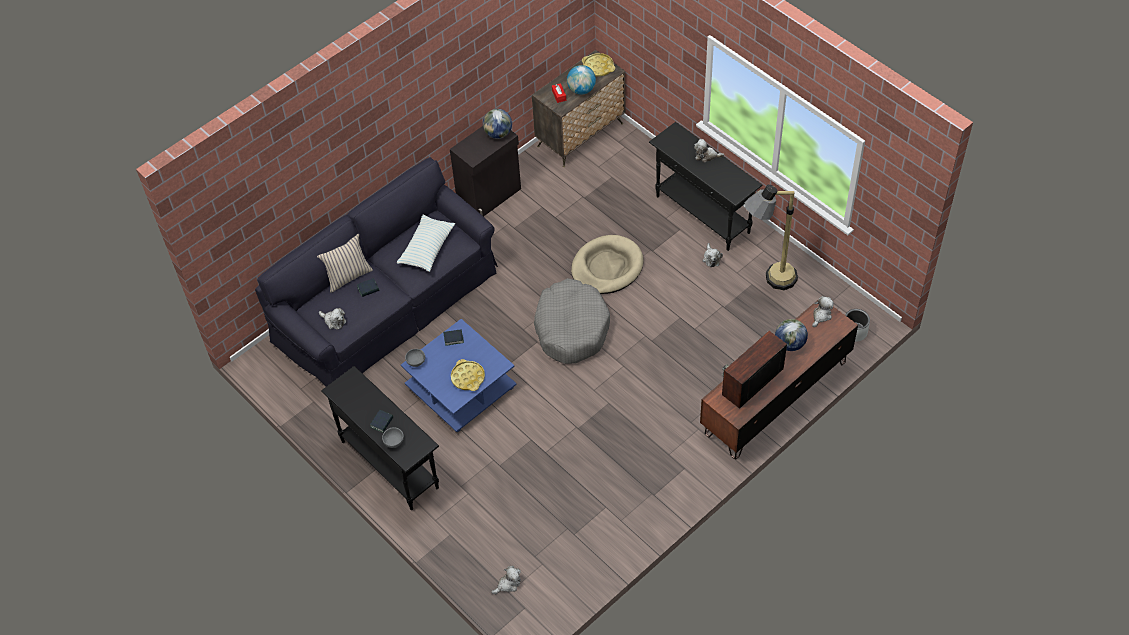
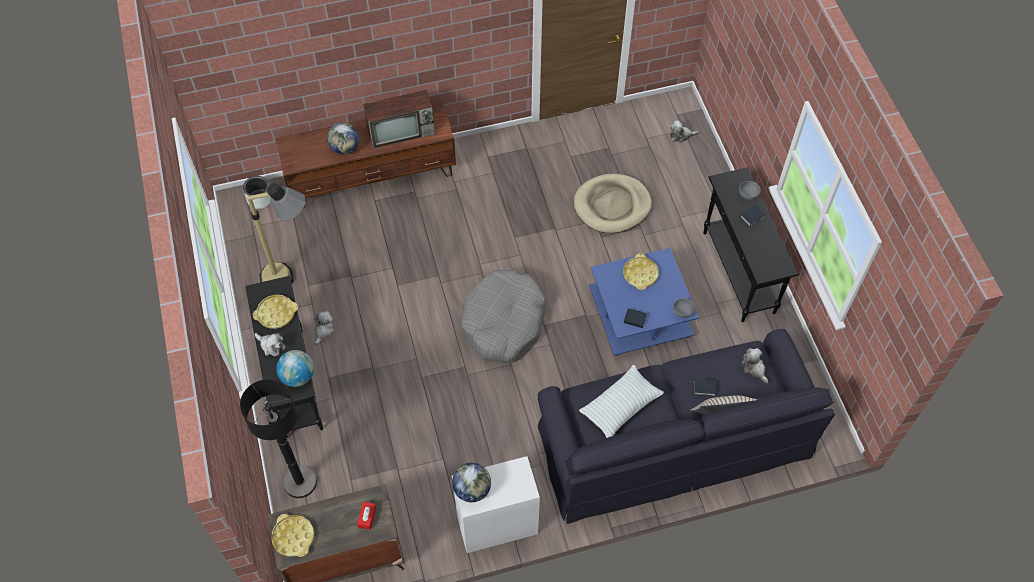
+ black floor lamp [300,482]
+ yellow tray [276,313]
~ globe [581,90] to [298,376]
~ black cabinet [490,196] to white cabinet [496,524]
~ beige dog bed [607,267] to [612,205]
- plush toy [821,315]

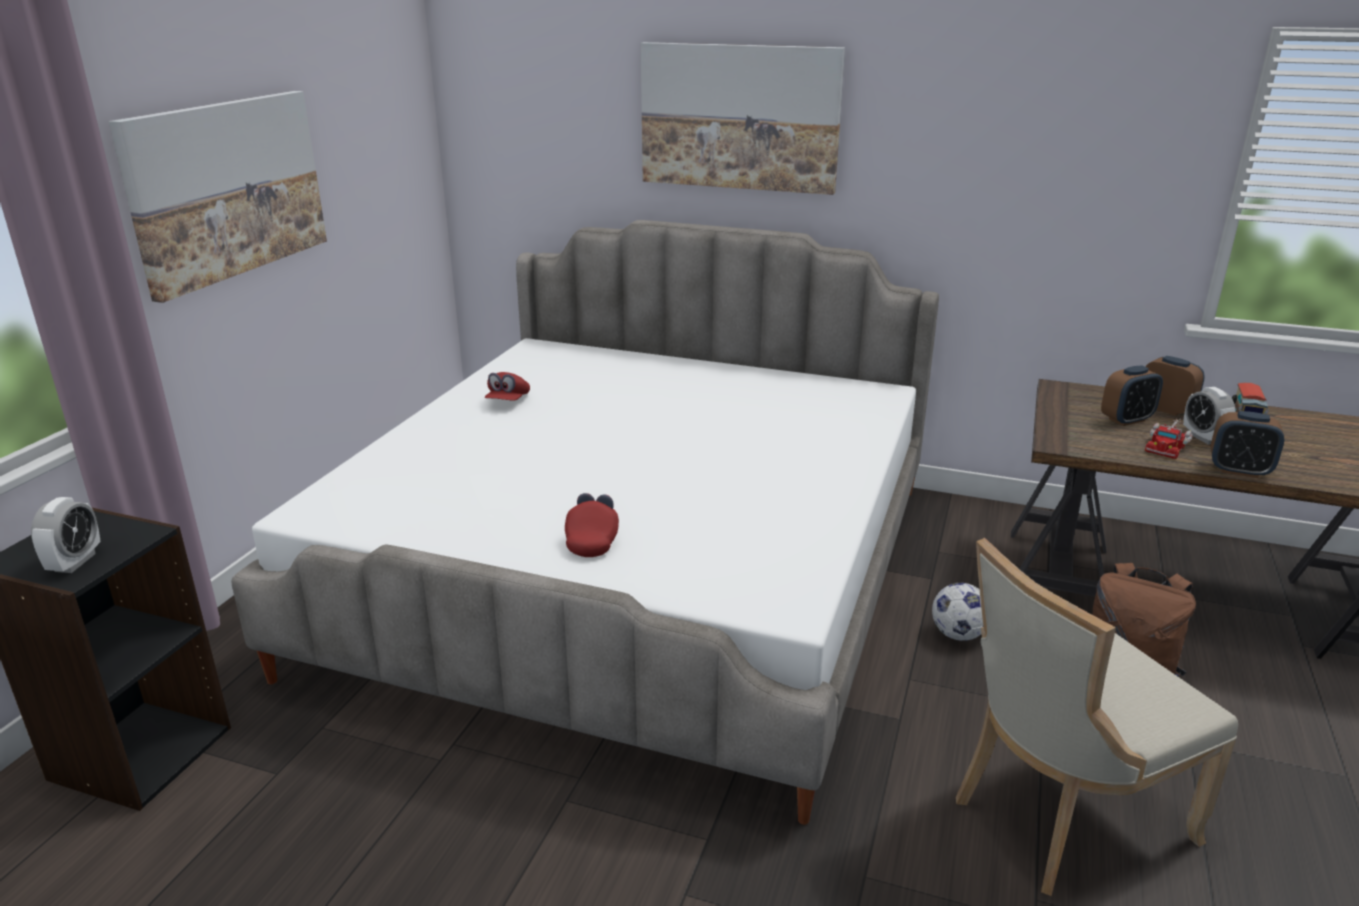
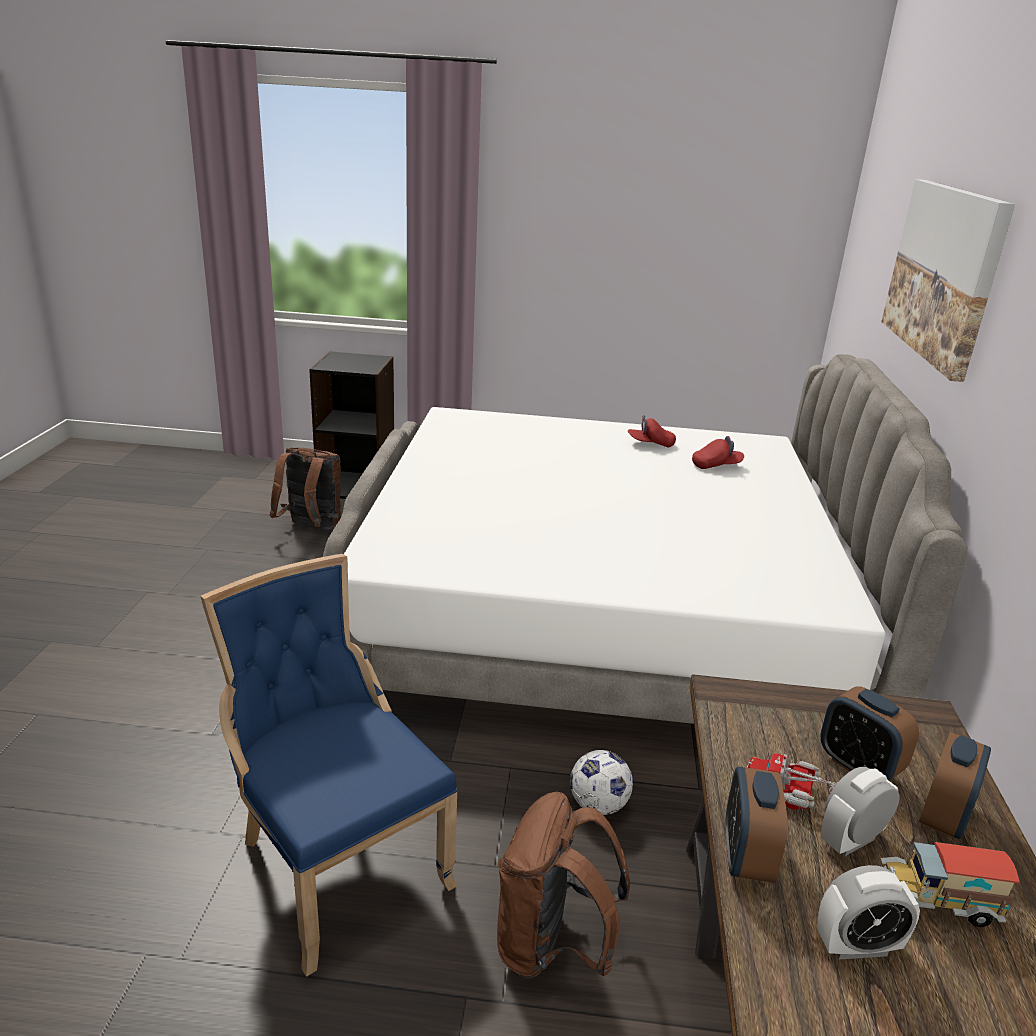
~ beige chair [1061,817] to blue chair [336,862]
+ brown backpack [311,529]
~ red cap [593,540] to [716,466]
~ alarm clock [75,562] to [857,946]
- picture [227,189]

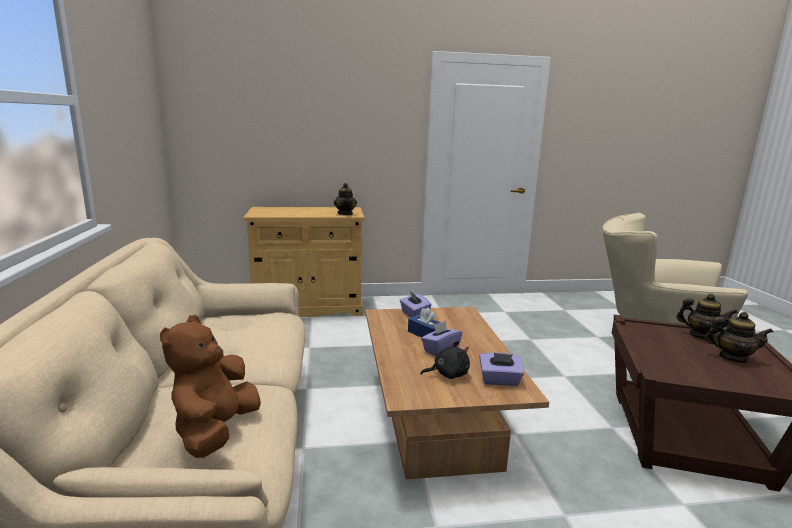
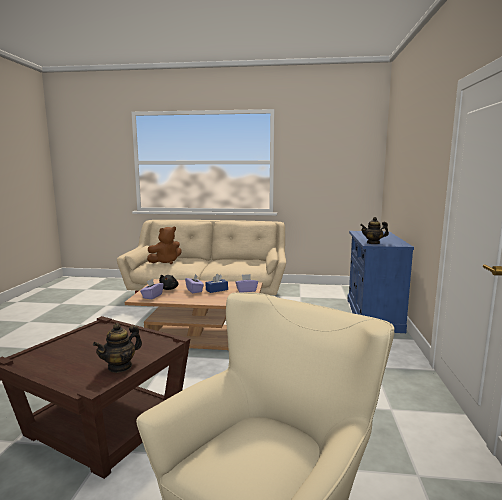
~ brown plush toy [215,431] = [166,262] 120 degrees clockwise
~ beige cabinet [308,307] to blue cabinet [373,315]
- teapot [732,358]

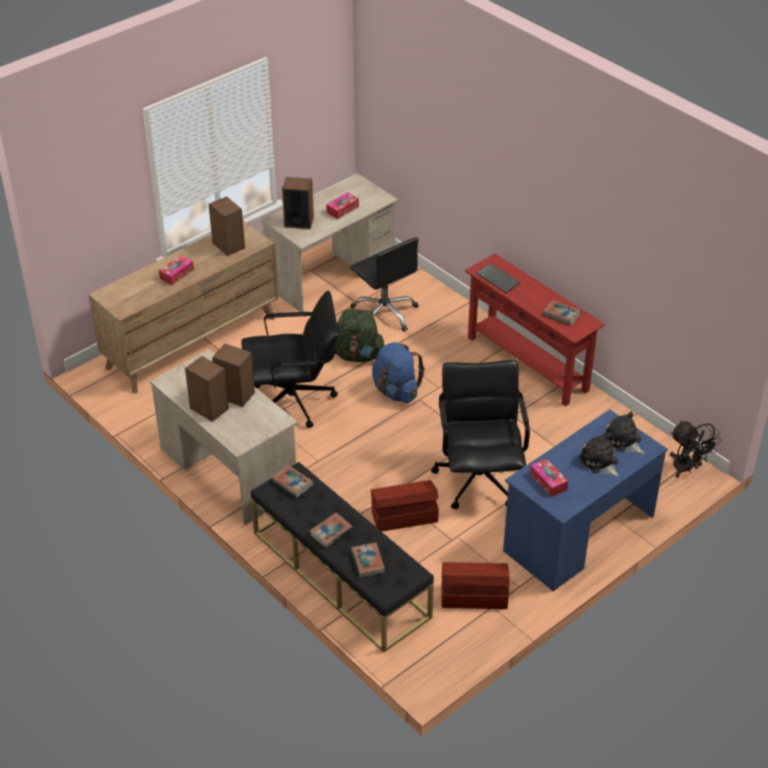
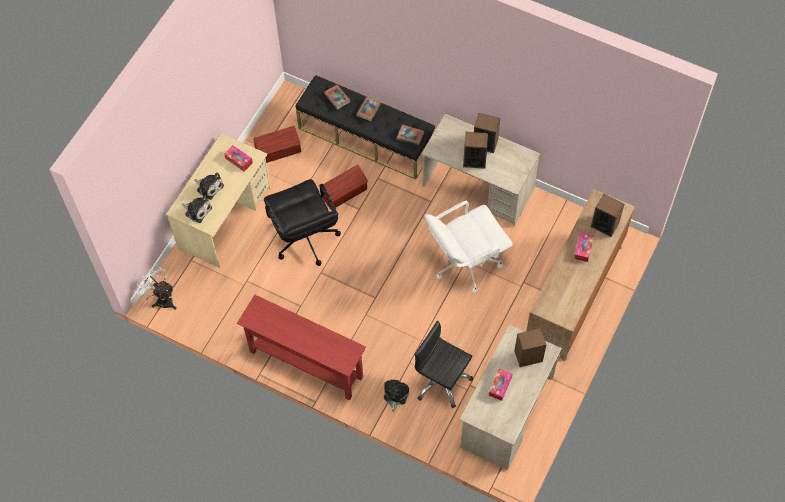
~ black fan [687,469] to white fan [161,299]
~ blue desk [578,534] to beige desk [225,218]
+ plush toy [395,395]
~ black office chair [294,401] to white office chair [465,263]
~ speaker [228,245] to [604,225]
- green backpack [357,355]
- blue backpack [396,391]
- keyboard [499,279]
- book [561,314]

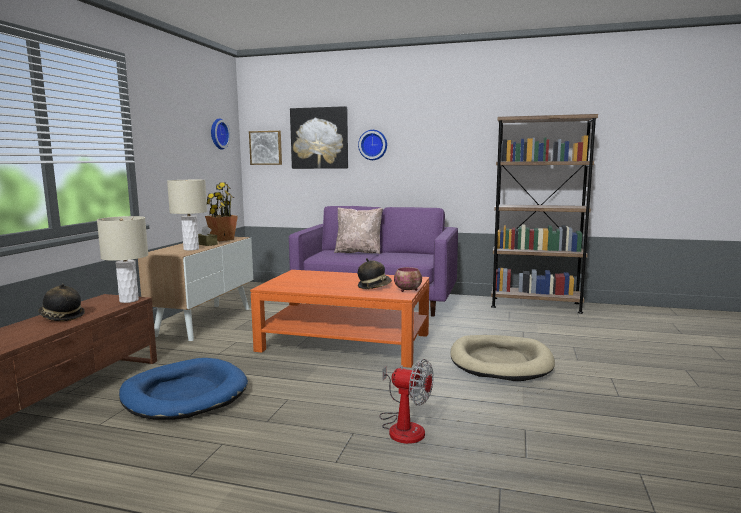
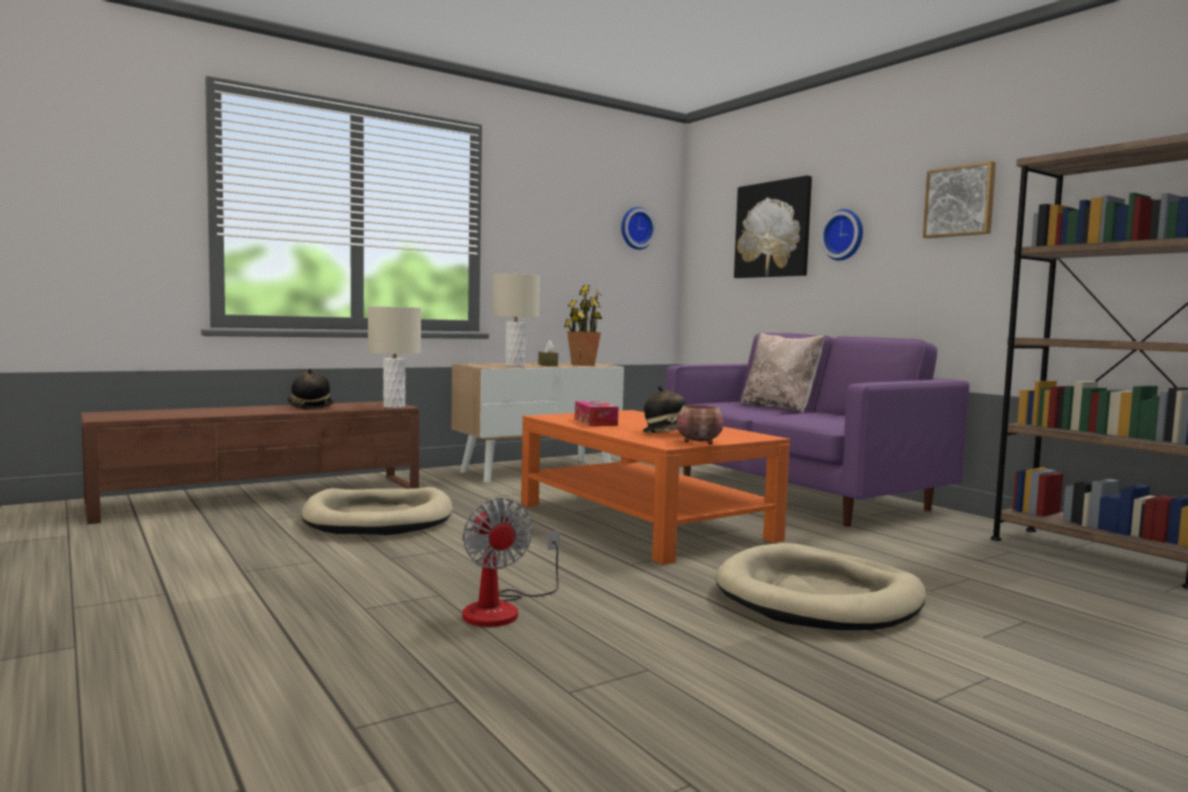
~ blue dog bed [184,394] to beige dog bed [379,518]
+ tissue box [595,422]
~ picture [266,148] to [960,201]

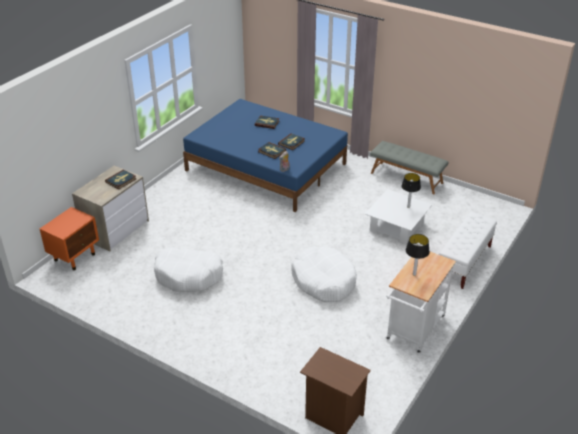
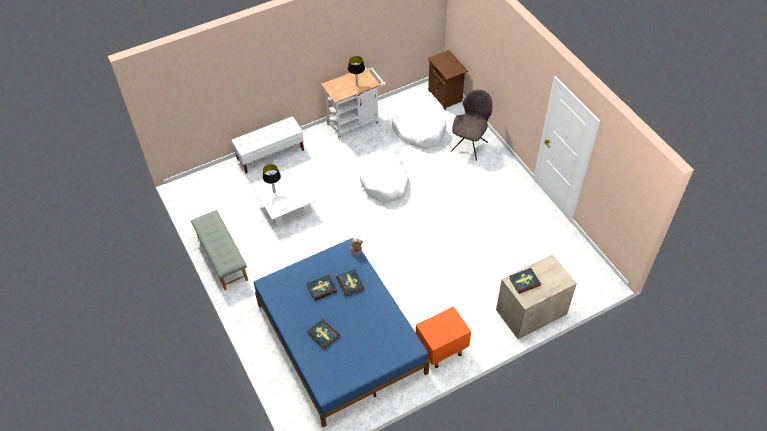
~ white dog bed [189,275] to [419,131]
~ orange nightstand [75,257] to [441,350]
+ grey chair [470,145]

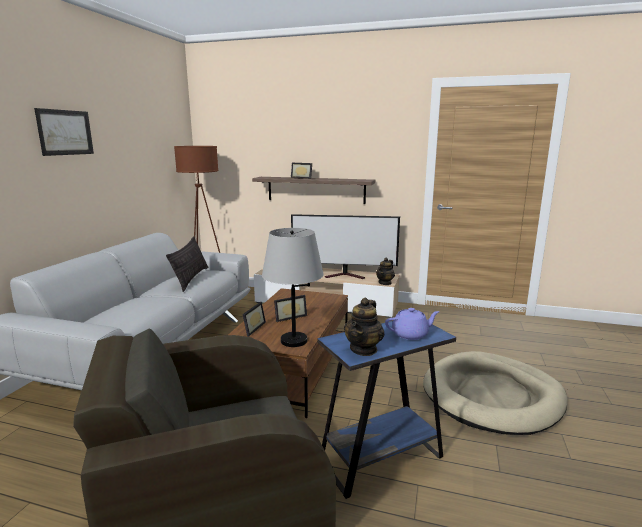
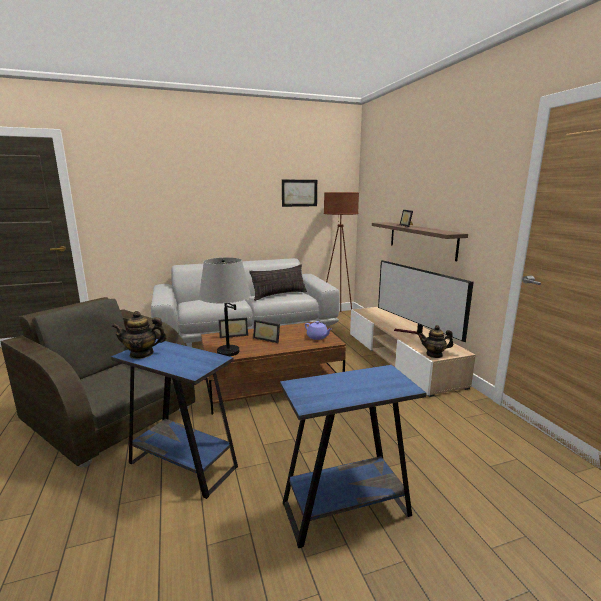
~ beige dog bed [492,396] to blue side table [346,509]
~ picture [65,132] to [299,193]
~ purple teapot [411,334] to [317,337]

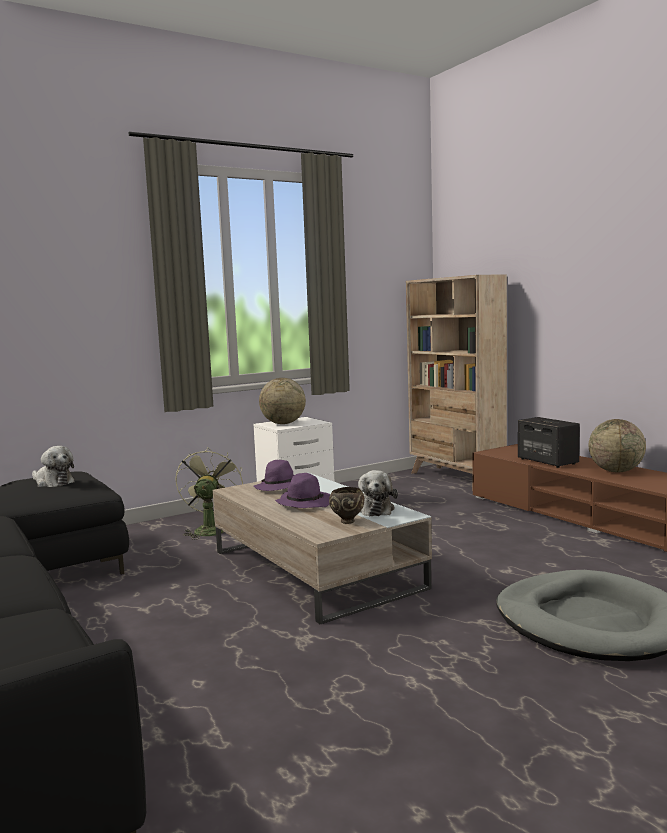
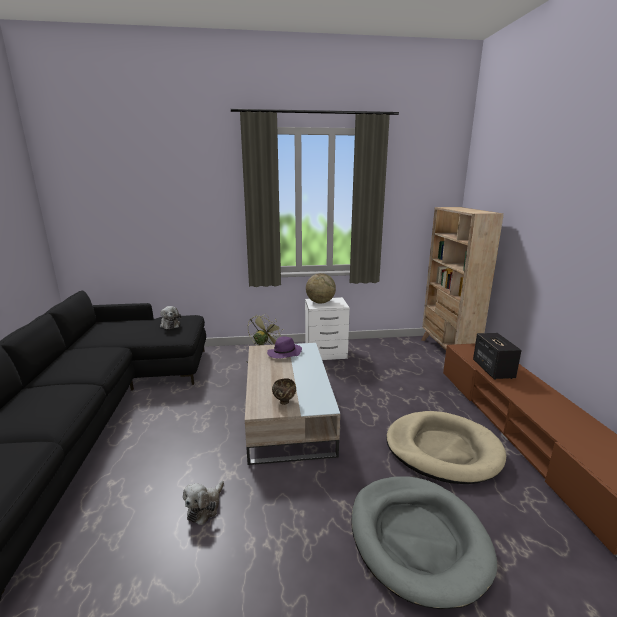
~ plush toy [375,509] to [205,507]
+ beige dog bed [442,449]
- purple hat [304,503]
- globe [616,471]

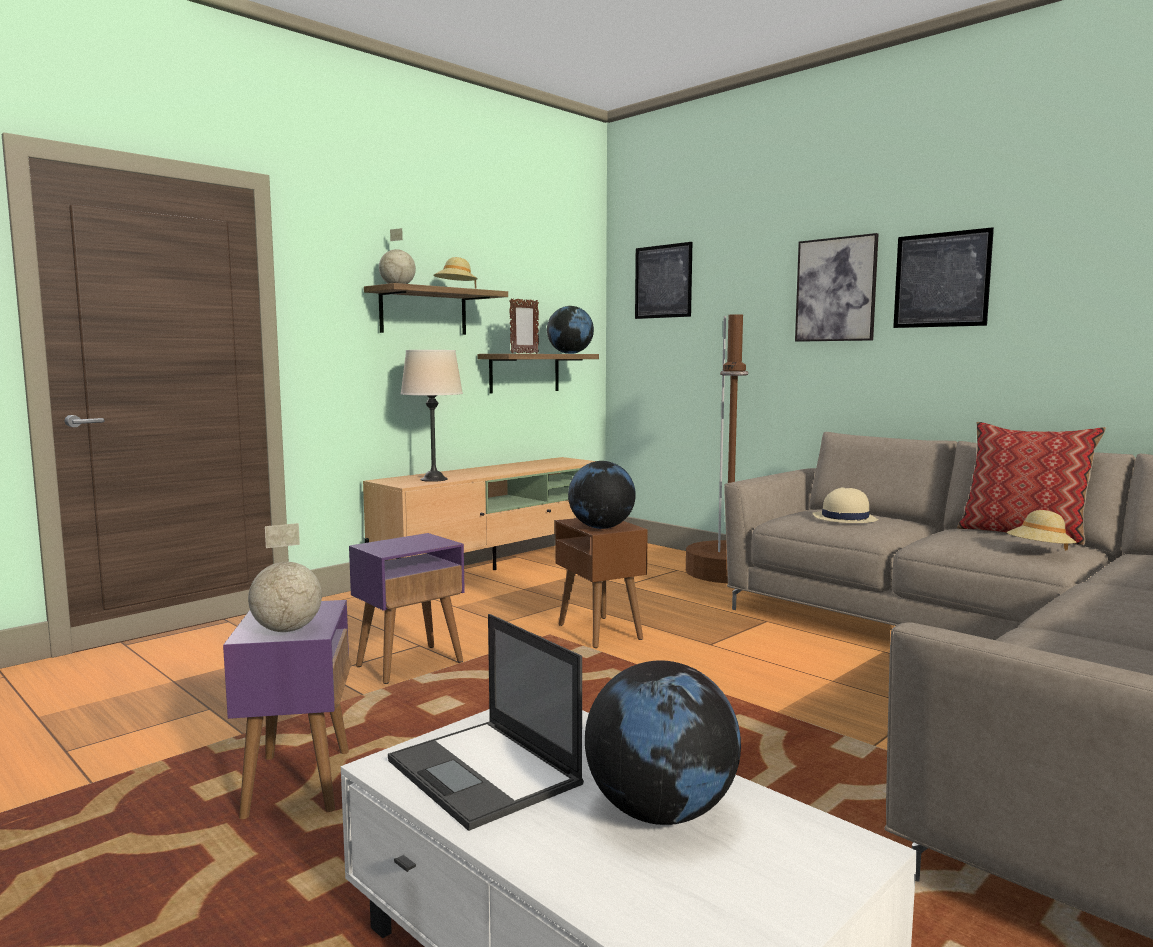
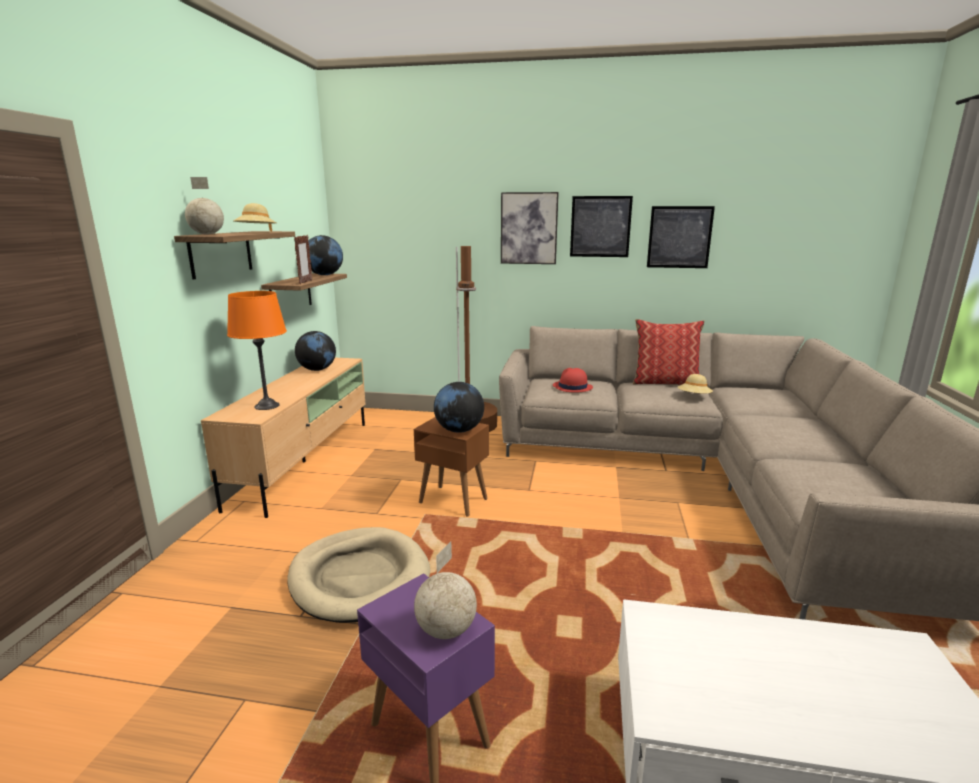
~ beige table lamp [433,479] to orange table lamp [266,406]
~ purple side table [411,663] to beige dog bed [359,578]
~ globe [661,812] to [317,369]
~ beige hat [844,518] to red hat [572,387]
~ picture [663,281] to [679,237]
- laptop [485,773]

